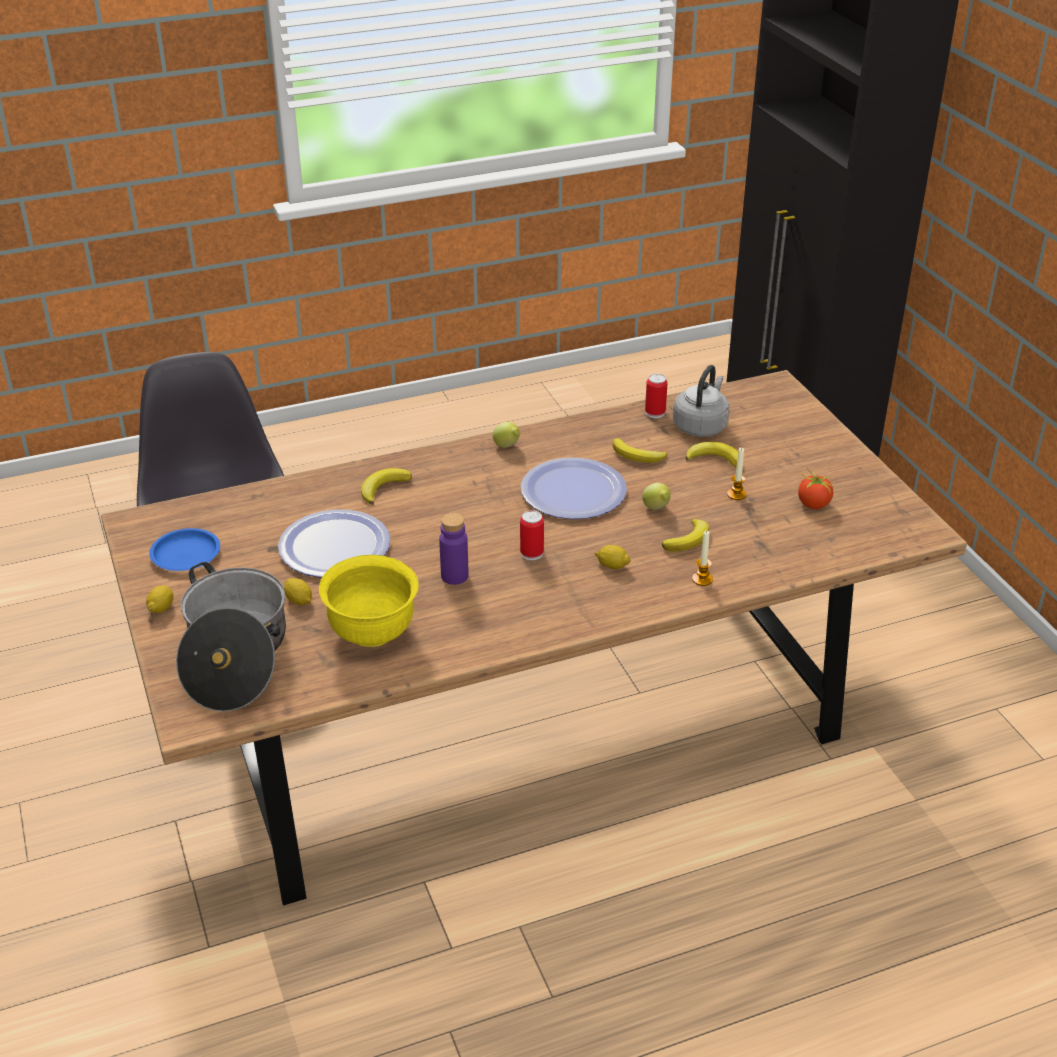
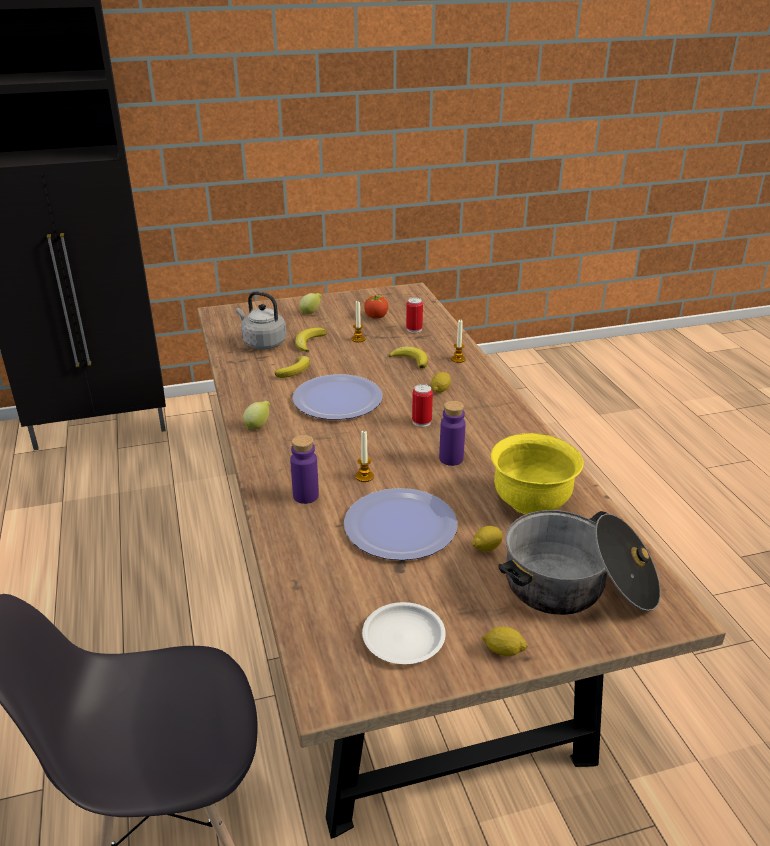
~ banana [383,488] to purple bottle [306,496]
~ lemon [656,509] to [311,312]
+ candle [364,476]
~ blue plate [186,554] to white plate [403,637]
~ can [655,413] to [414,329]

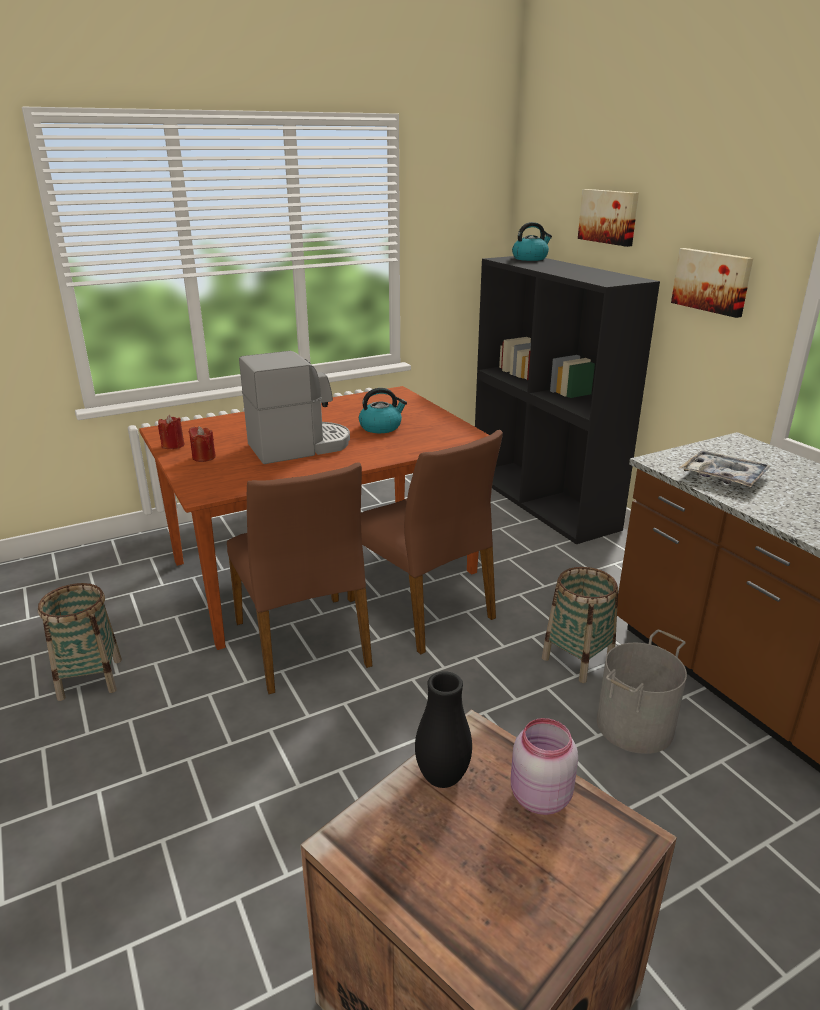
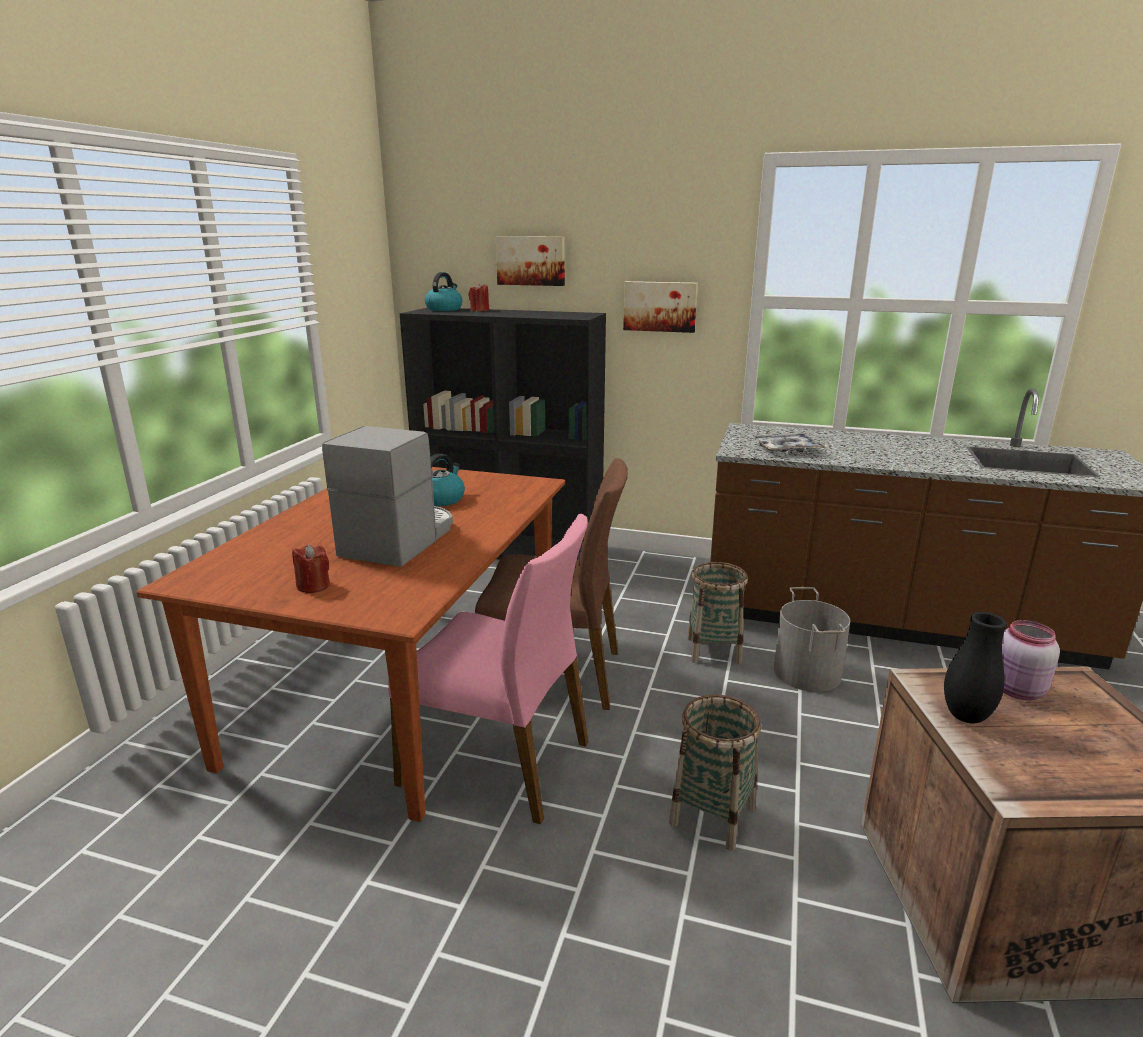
~ brown chair [304,643] to pink chair [499,761]
~ red candle [173,445] to [479,310]
~ basket [90,679] to [712,815]

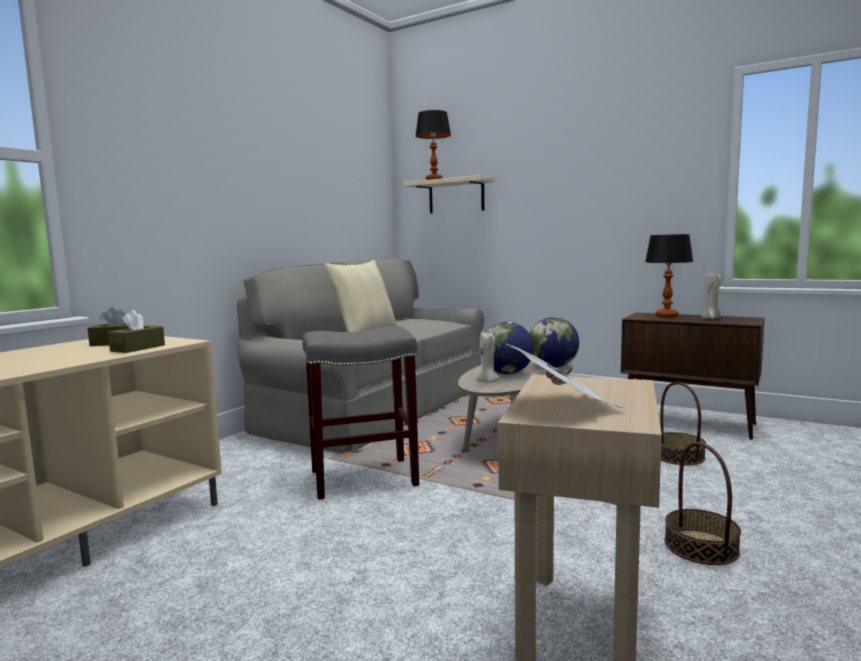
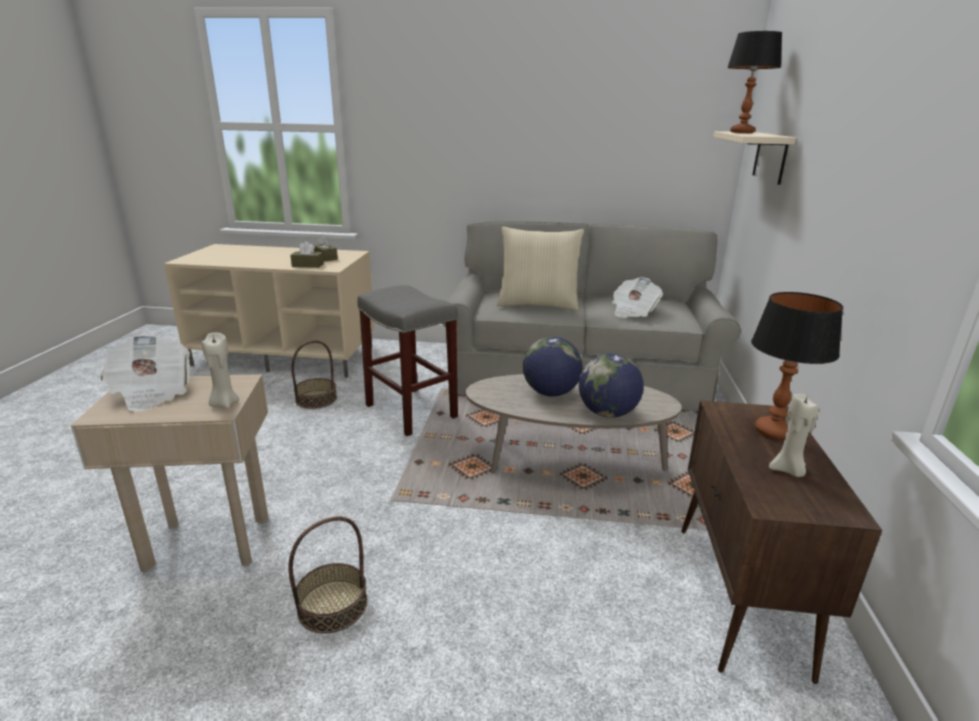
~ beige candle [488,381] to [224,403]
~ basket [678,456] to [316,399]
+ newspaper [633,311]

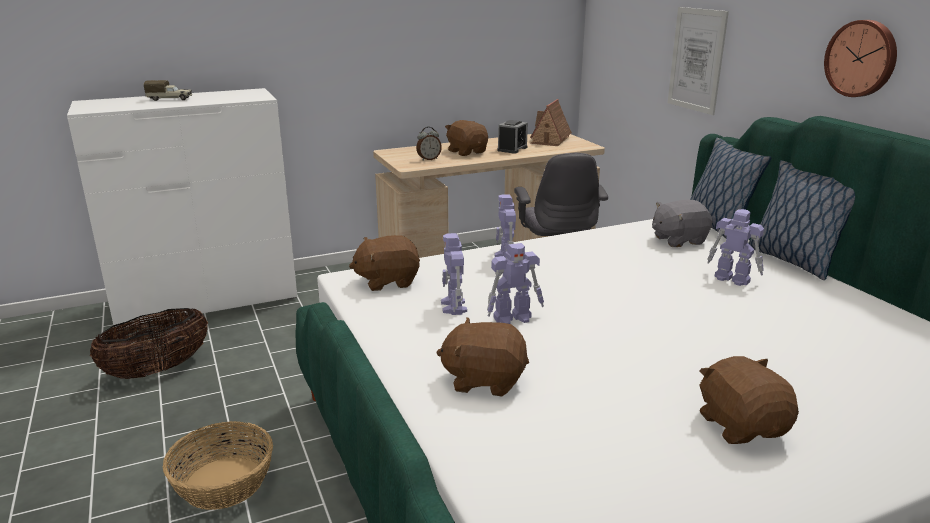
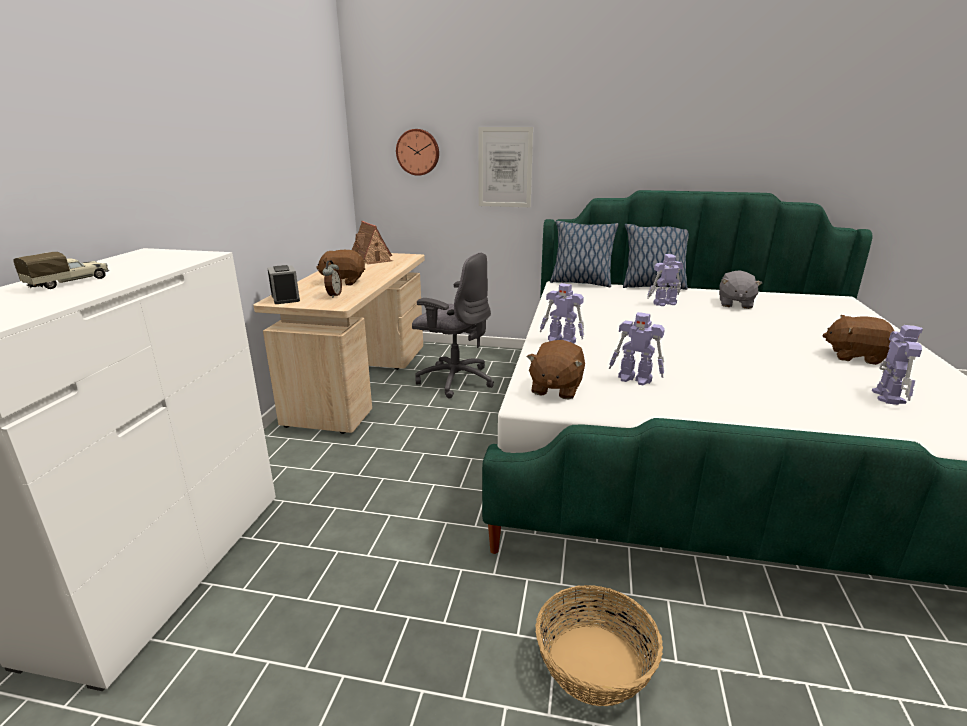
~ alarm clock [512,149] to [285,298]
~ wall clock [862,58] to [418,152]
~ grey plush toy [678,240] to [735,304]
~ toy robot [514,318] to [888,396]
- basket [157,370]
- brown plush toy [484,380]

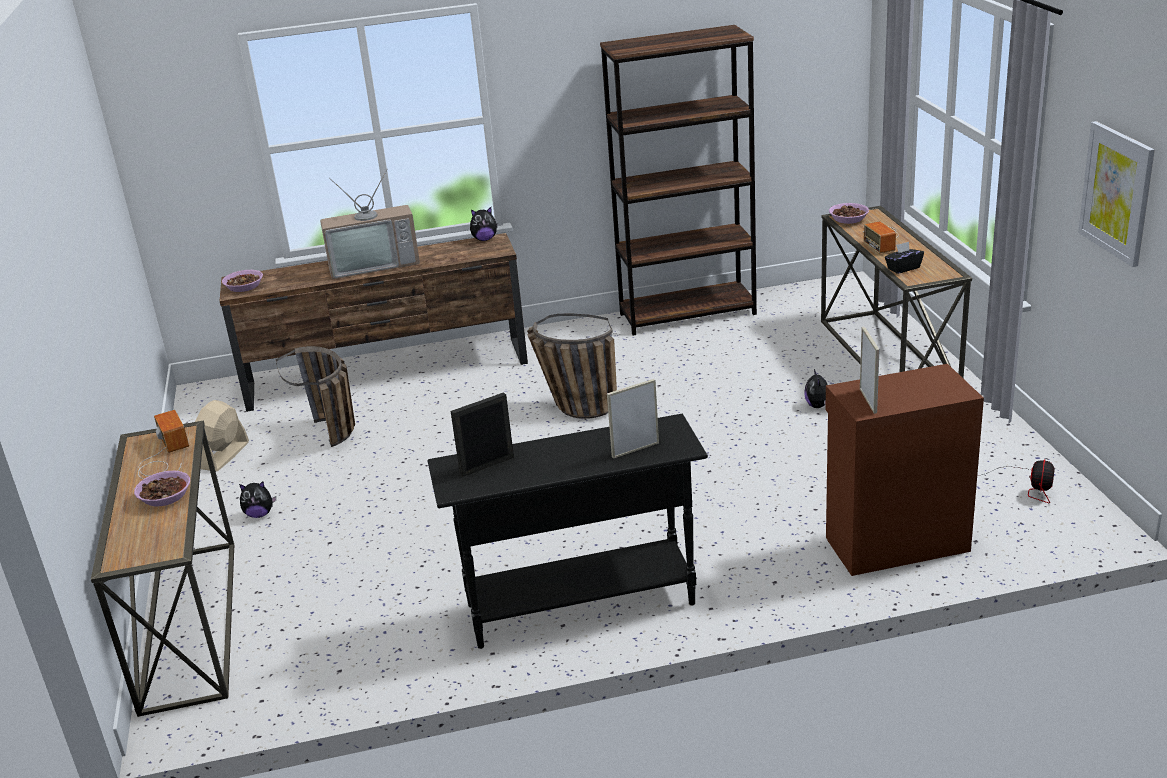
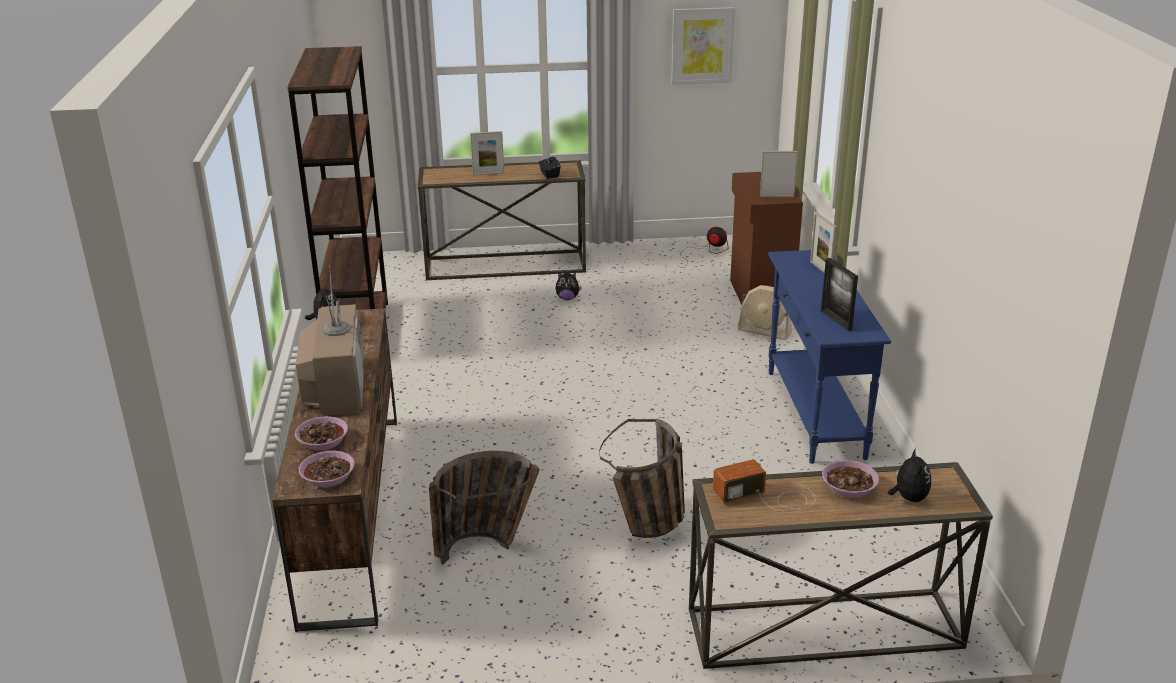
~ bowl [848,219] to [322,441]
~ radio [881,239] to picture frame [488,174]
~ basket [573,407] to [650,528]
~ beige fan [224,455] to [765,331]
~ black console table [579,604] to blue console table [814,414]
~ plush toy [259,514] to [908,498]

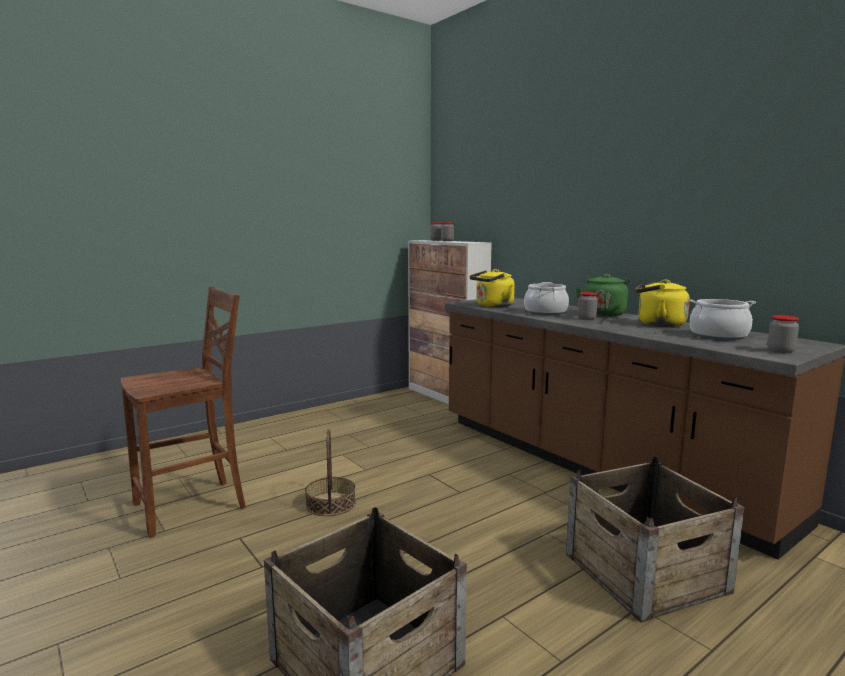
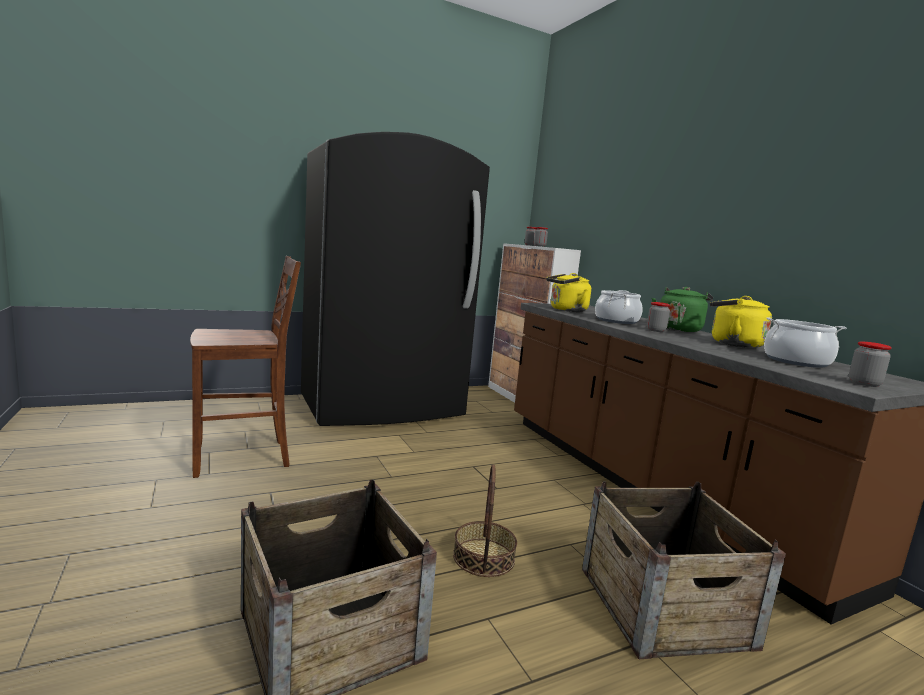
+ black fridge [383,407]
~ basket [331,503] to [484,557]

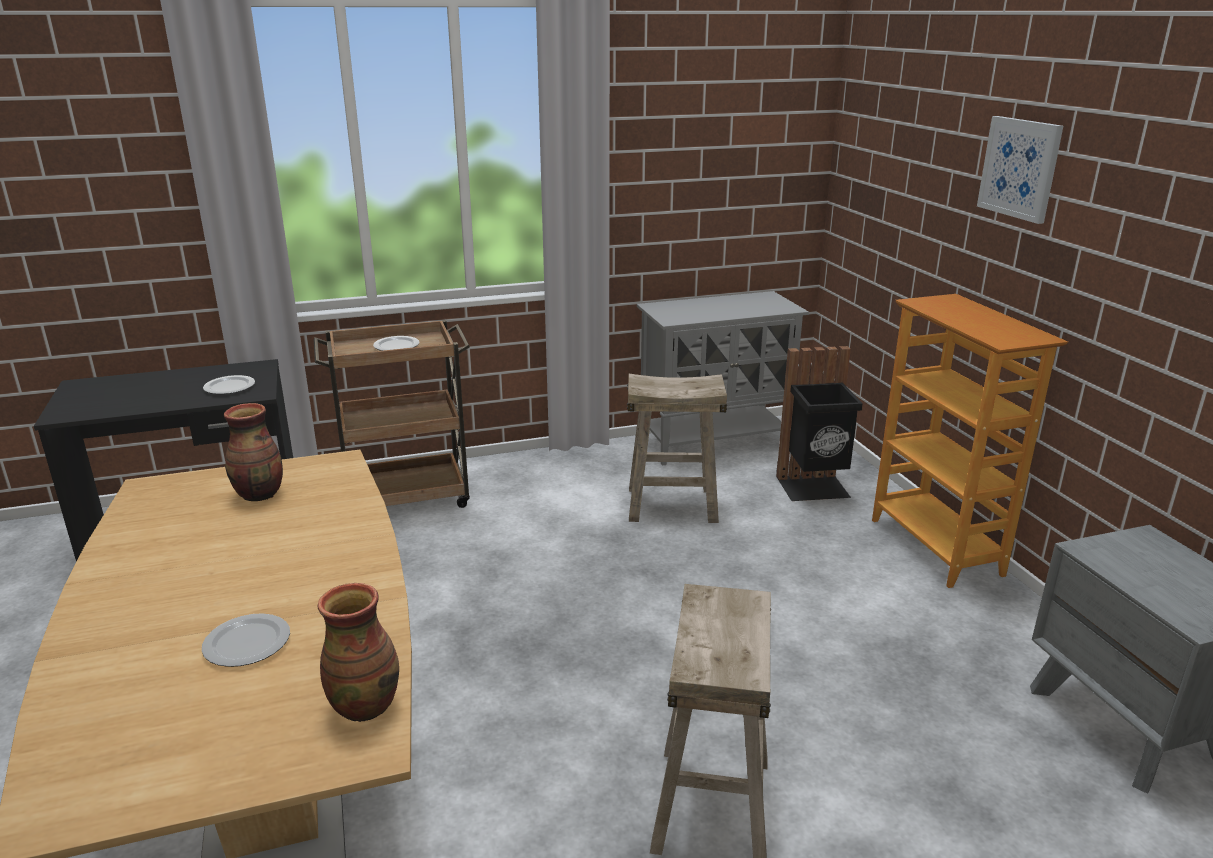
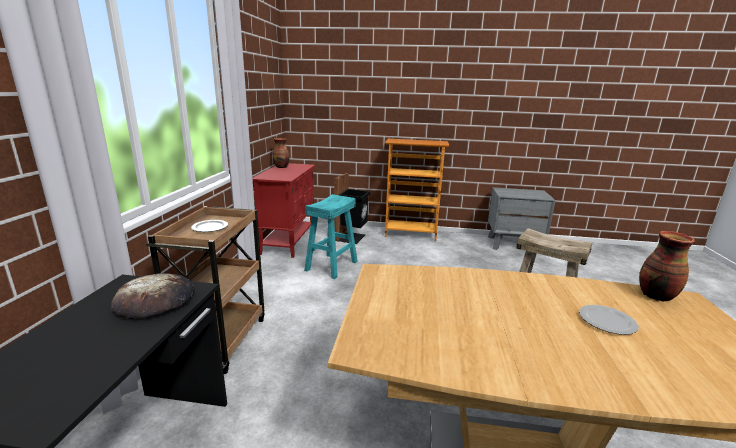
~ plate [229,387] to bread [156,300]
~ grey cabinet [715,442] to red cabinet [288,241]
~ vase [260,494] to [282,167]
~ beige stool [672,504] to turquoise stool [331,265]
- picture [1020,168]

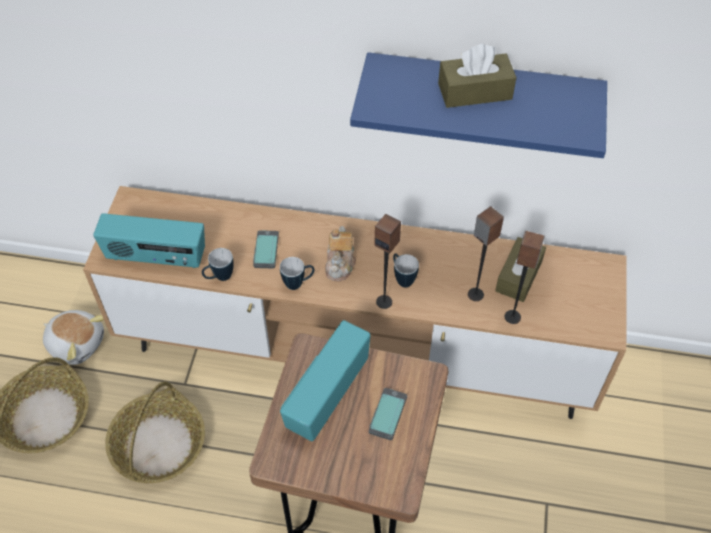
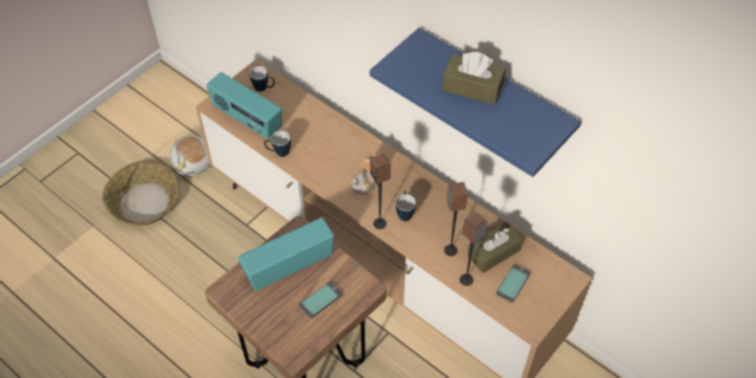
~ mug [298,283] to [264,88]
~ phone [266,250] to [513,283]
- basket [158,444]

